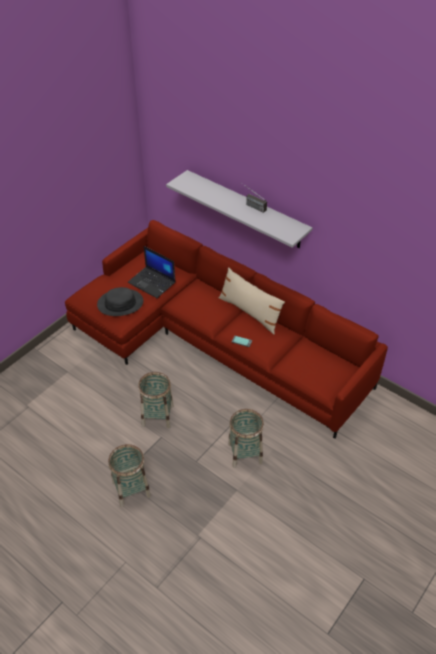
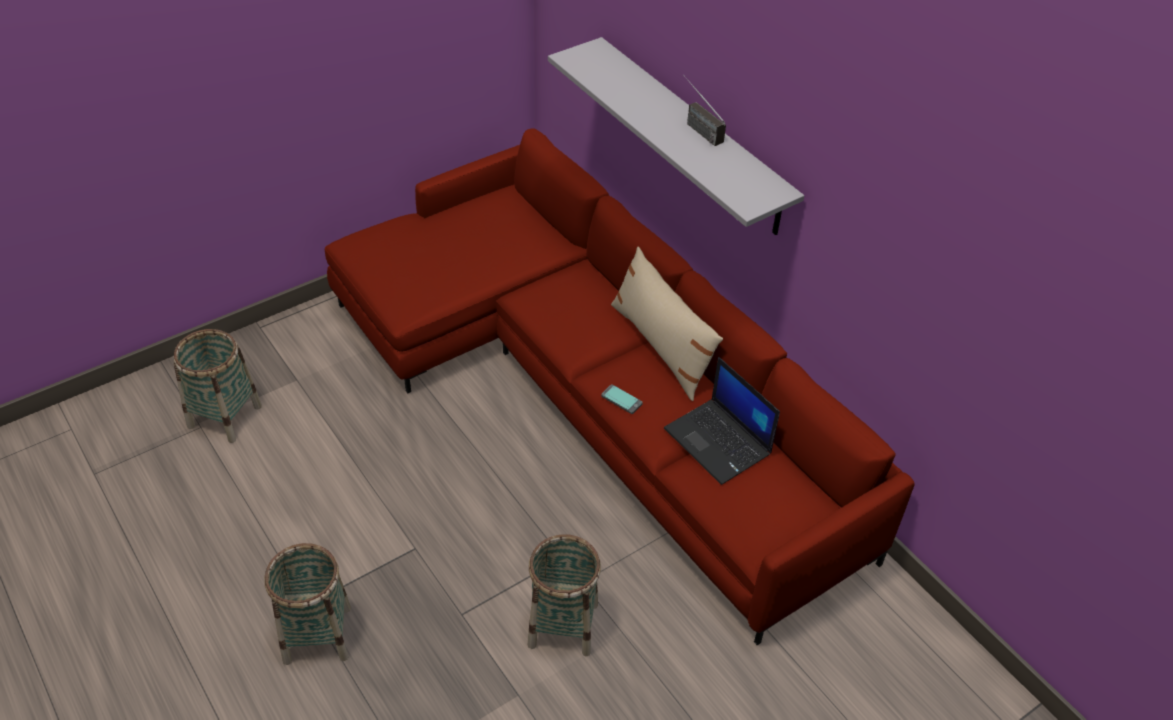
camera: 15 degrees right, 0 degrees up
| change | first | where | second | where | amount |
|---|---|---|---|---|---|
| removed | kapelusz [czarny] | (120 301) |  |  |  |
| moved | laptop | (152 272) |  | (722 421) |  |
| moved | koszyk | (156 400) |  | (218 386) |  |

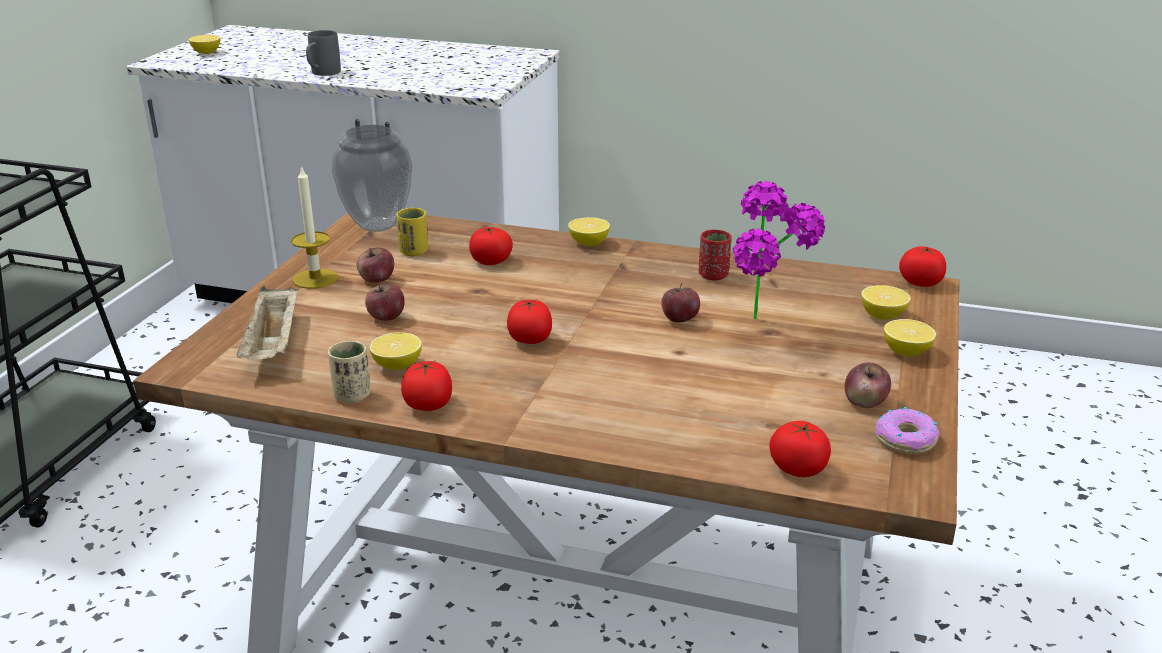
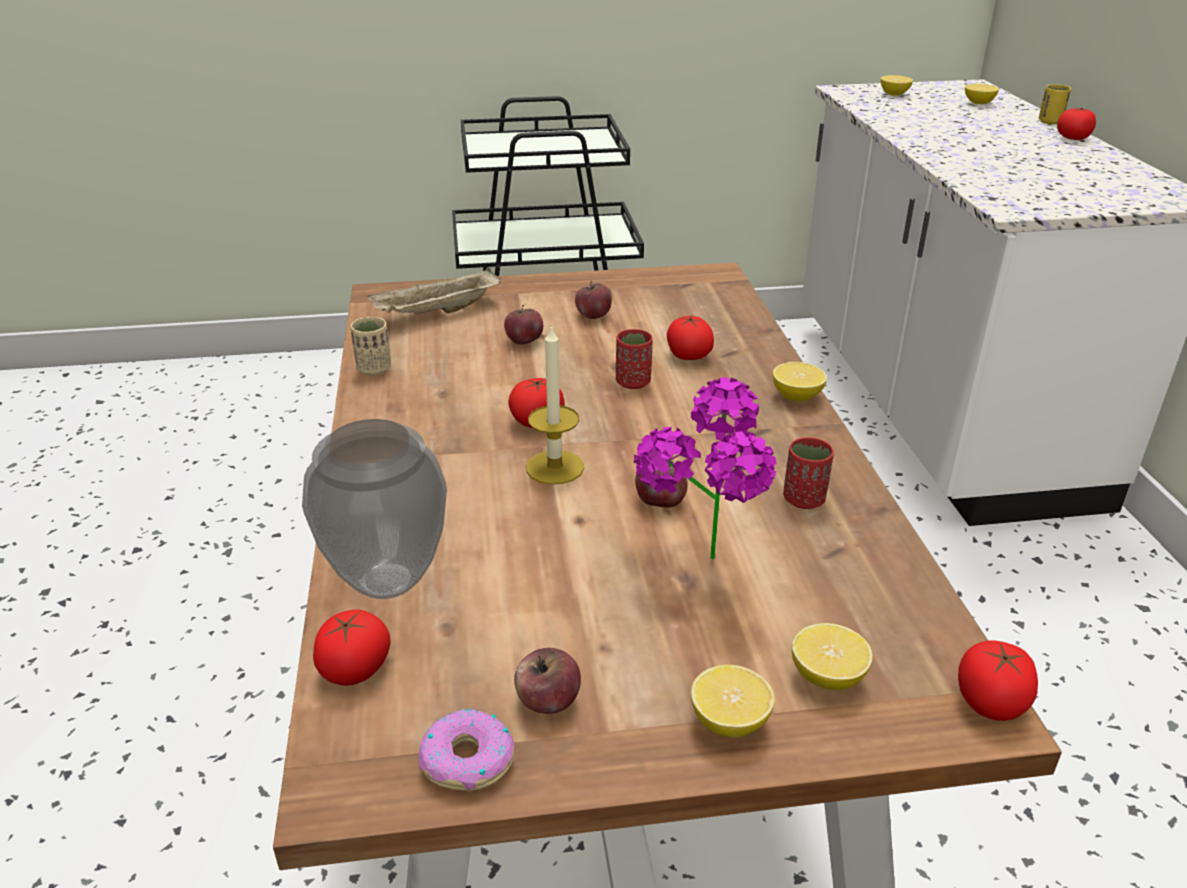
camera: 65 degrees right, 5 degrees up
| change | first | where | second | where | amount |
|---|---|---|---|---|---|
| removed | kubek [szary] | (323 53) |  |  |  |
| added |  |  | filiżanka [czerwony] | (634 359) |  |
| moved | świeca | (314 227) |  | (555 404) |  |
| moved | wazon | (372 178) |  | (374 509) |  |
| moved | cytryna | (395 351) |  | (982 94) |  |
| moved | filiżanka [żółty] | (412 232) |  | (1055 104) |  |
| moved | pomidor | (426 385) |  | (1076 124) |  |

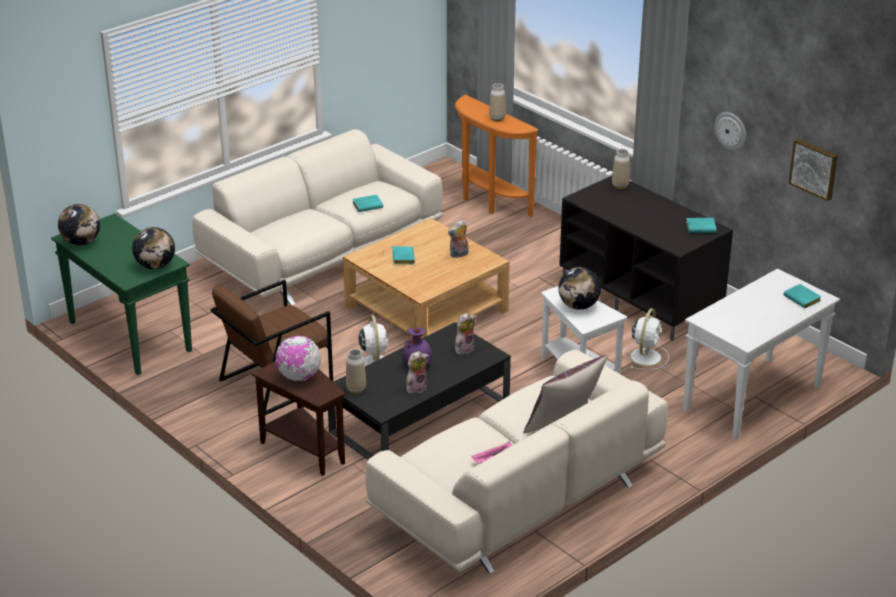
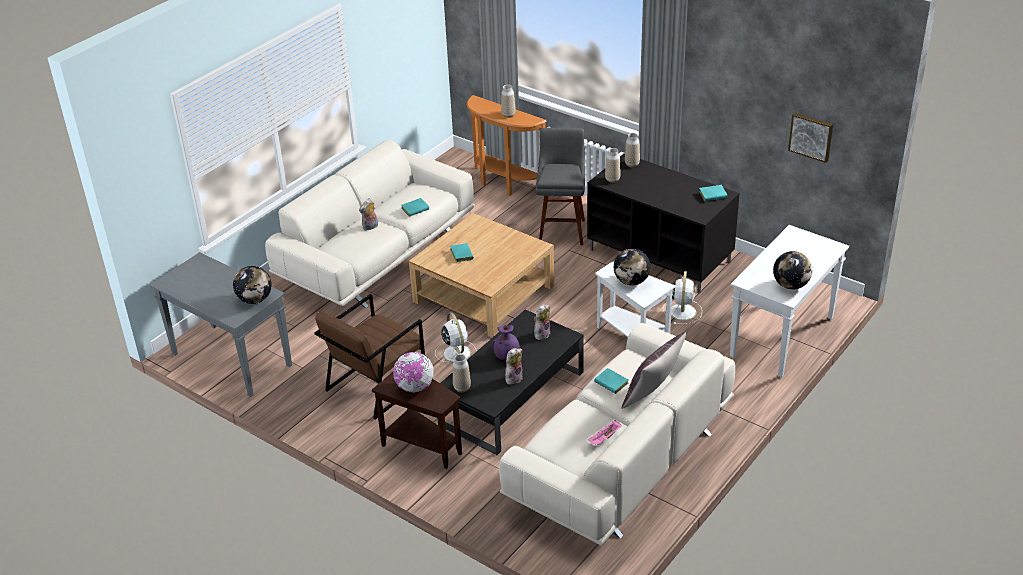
camera: 10 degrees left, 5 degrees up
| change | first | where | second | where | amount |
|---|---|---|---|---|---|
| removed | zegar ścienny | (730 131) |  |  |  |
| added |  |  | stołek [szary] | (560 186) |  |
| added |  |  | wazon | (613 165) |  |
| moved | globus | (79 224) |  | (792 270) |  |
| moved | pluszak | (458 239) |  | (368 214) |  |
| moved | książka [turkusowy] | (802 296) |  | (611 381) |  |
| recoloured | stolik konsolowy [zielony] | (121 294) | stolik konsolowy [szary] | (221 324) |  |

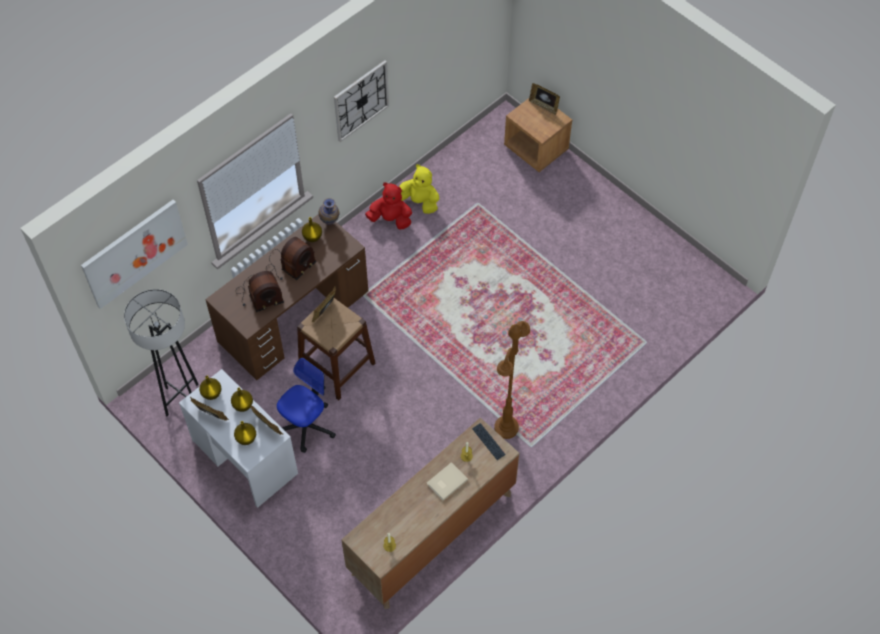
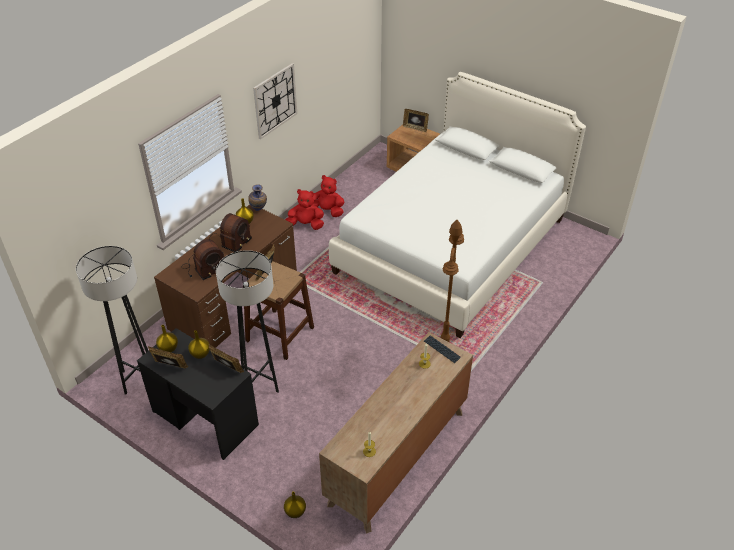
camera: 10 degrees left, 15 degrees down
| change | first | where | second | where | amount |
|---|---|---|---|---|---|
| removed | obraz | (134 254) |  |  |  |
| removed | książka [beżowy] | (447 481) |  |  |  |
| added |  |  | łóżko [biały] | (457 205) |  |
| moved | wazon [żółty] | (245 433) |  | (295 505) |  |
| replaced | krzesło biurowe | (306 405) | lampa stojąca [szary] | (247 321) |  |
| recoloured | biurko [biały] | (238 438) | biurko [czarny] | (198 394) |  |
| recoloured | pluszak [żółty] | (419 189) | pluszak [czerwony] | (329 196) |  |

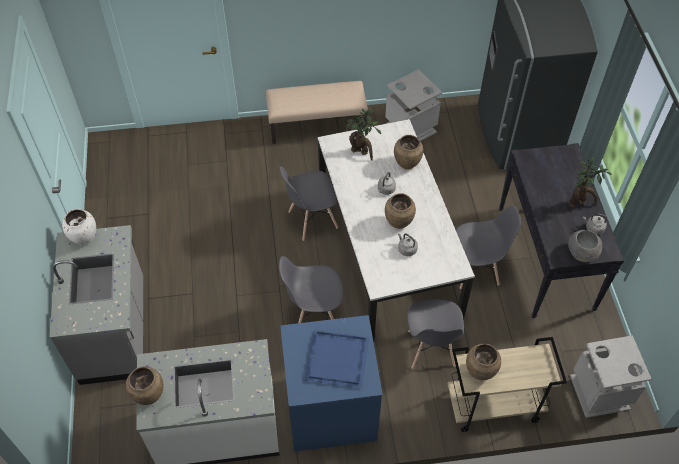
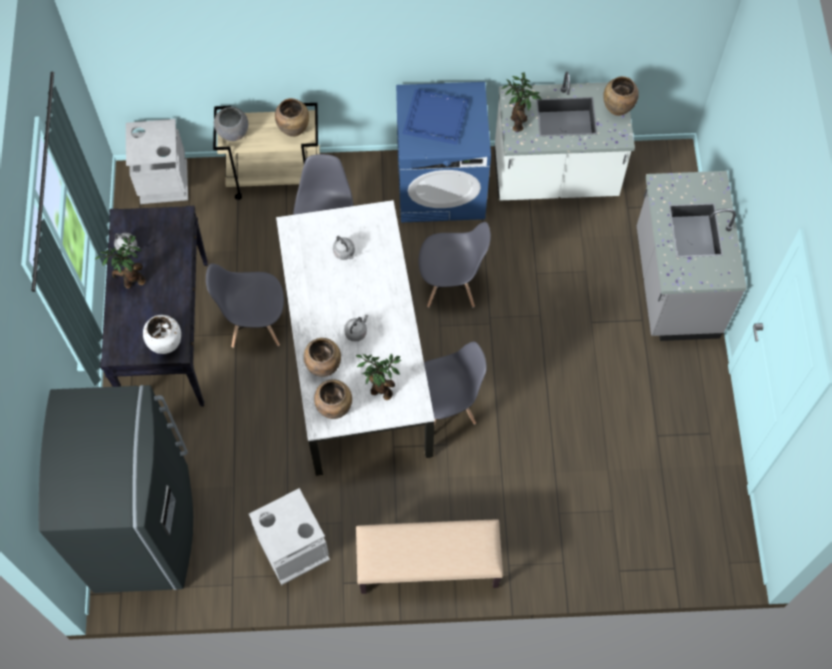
camera: 175 degrees left, 10 degrees up
| change | first | where | second | where | amount |
|---|---|---|---|---|---|
| added |  |  | roślina doniczkowa | (522 102) |  |
| moved | wazon [biały] | (79 227) |  | (162 334) |  |
| moved | wazon [brązowy] | (400 211) |  | (333 399) |  |
| moved | miska [szary] | (585 246) |  | (231 124) |  |

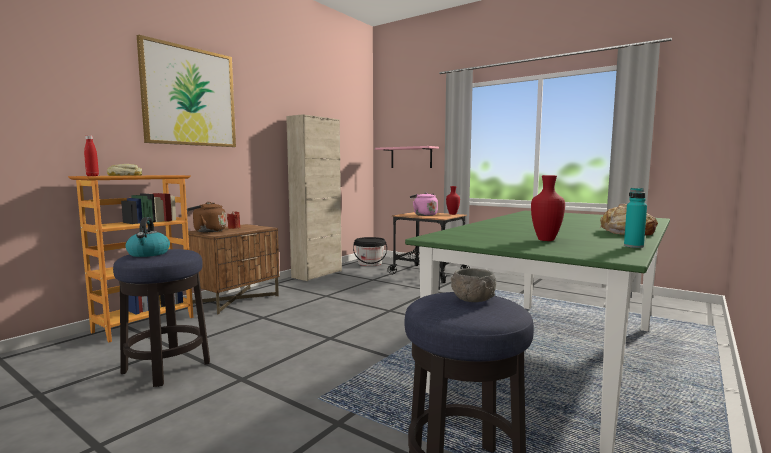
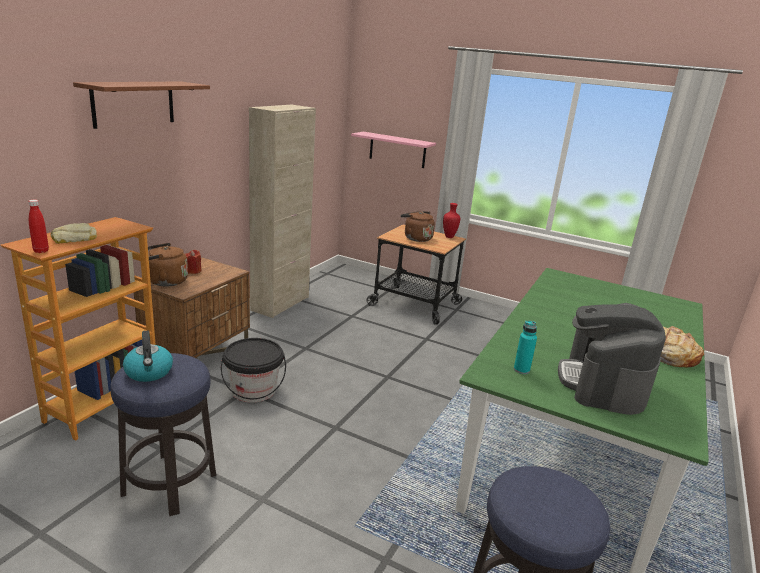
camera: 10 degrees left, 15 degrees up
| change | first | where | second | where | amount |
|---|---|---|---|---|---|
| removed | miska [szary] | (473 285) |  |  |  |
| moved | wiadro [czarny] | (370 251) |  | (253 370) |  |
| moved | butelka [turkusowy] | (635 218) |  | (525 347) |  |
| replaced | obraz | (186 91) | półka [brązowy] | (141 105) |  |
| replaced | wazon [czerwony] | (548 208) | ekspres do kawy | (612 359) |  |
| recoloured | czajnik [różowy] | (424 204) | czajnik [brązowy] | (418 226) |  |

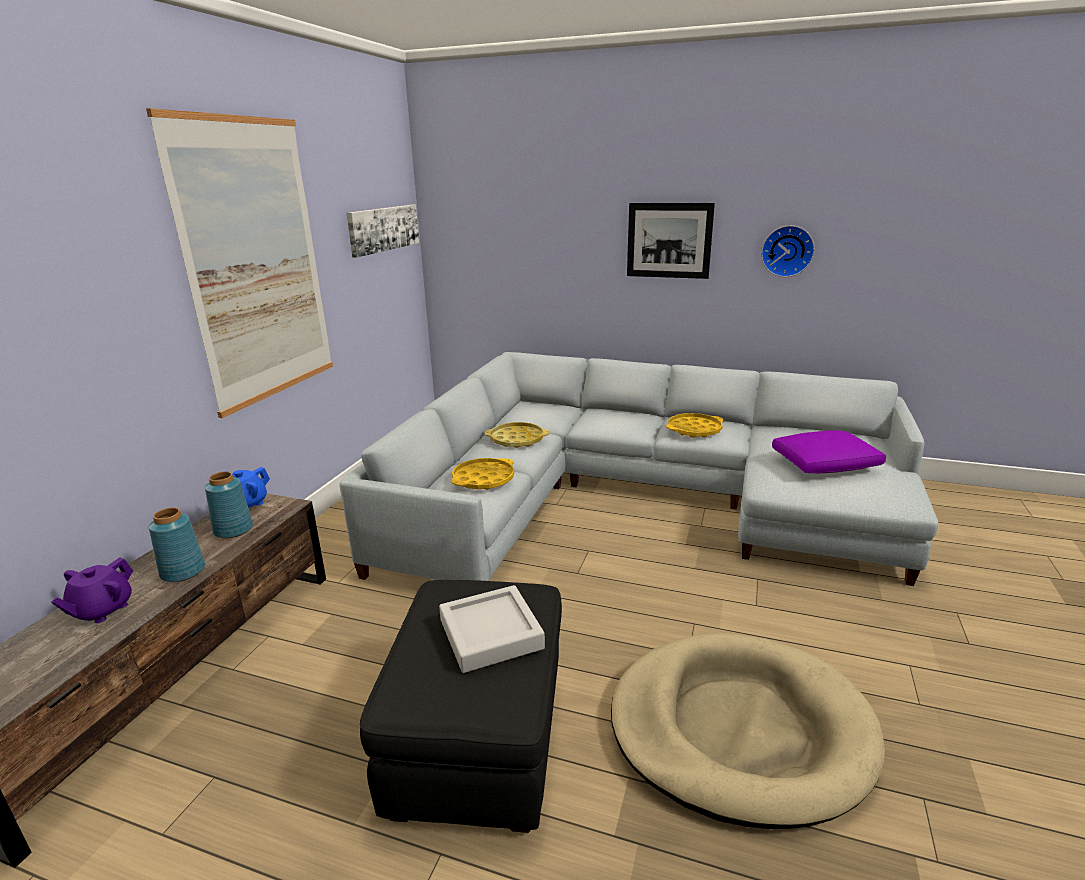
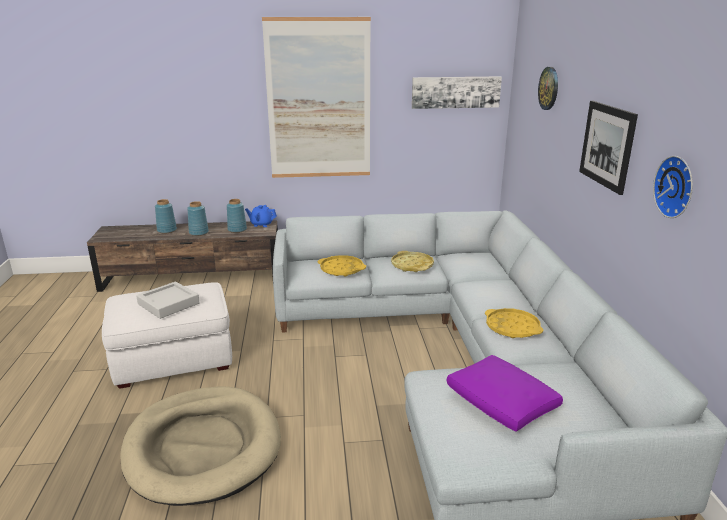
camera: 65 degrees right, 0 degrees up
| change | first | where | second | where | amount |
|---|---|---|---|---|---|
| added |  |  | zegar ścienny | (548 88) |  |
| replaced | imbryk [fioletowy] | (92 590) | wazon [niebieski] | (166 216) |  |
| recoloured | pufa [czarny] | (461 706) | pufa [biały] | (167 335) |  |

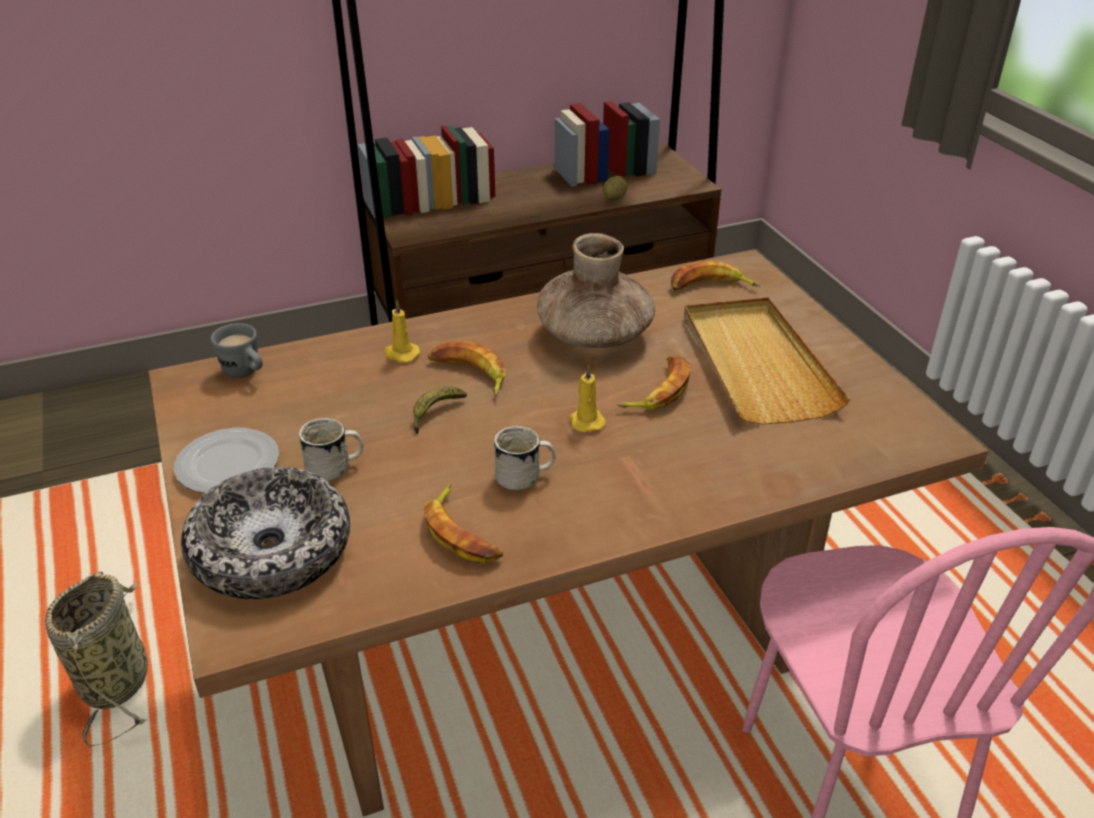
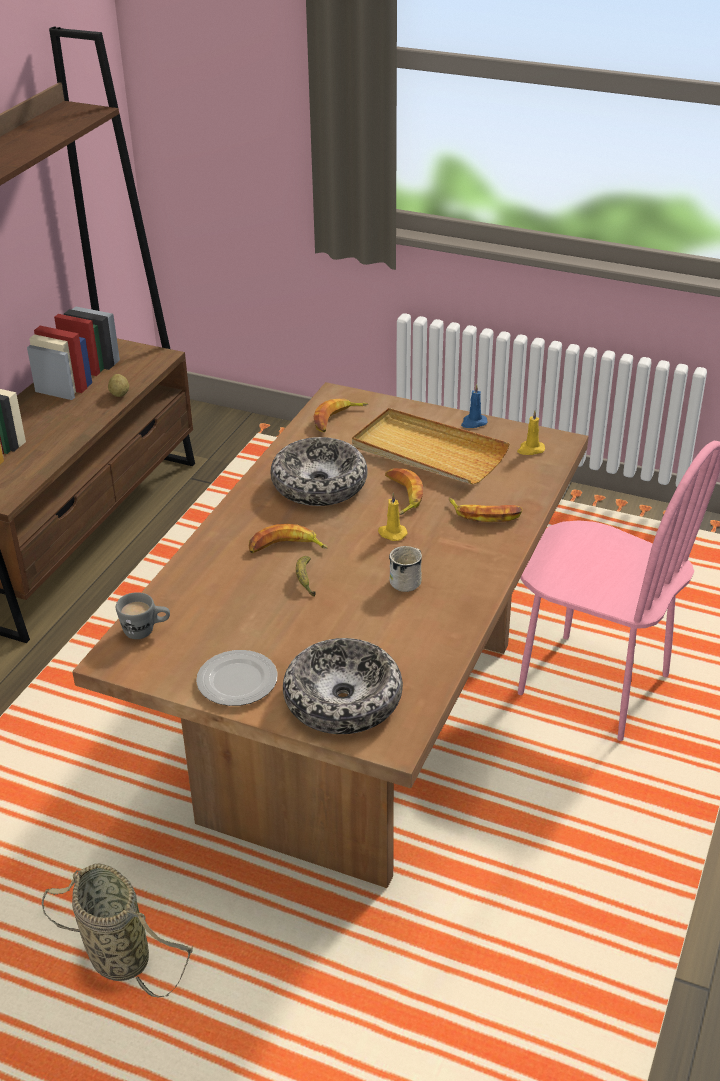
camera: 45 degrees left, 0 degrees up
| change | first | where | second | where | amount |
|---|---|---|---|---|---|
| removed | kubek [biały] | (331 449) |  |  |  |
| added |  |  | świeca [niebieski] | (474 406) |  |
| moved | świeca [żółty] | (402 332) |  | (531 432) |  |
| moved | banan | (463 523) |  | (485 509) |  |
| replaced | wazon [brązowy] | (596 290) | miska | (319 471) |  |

